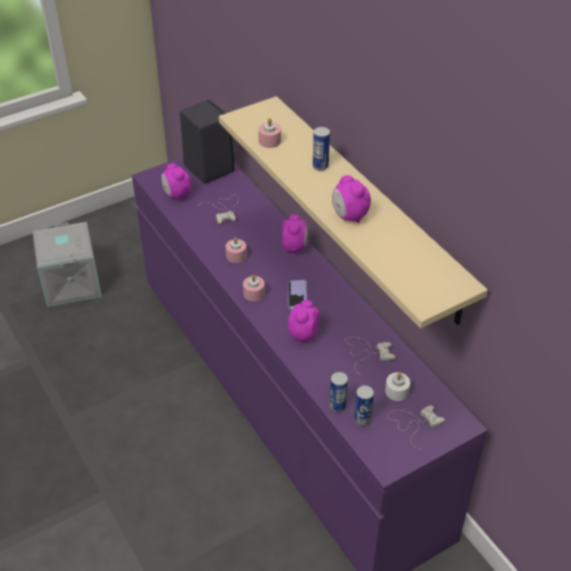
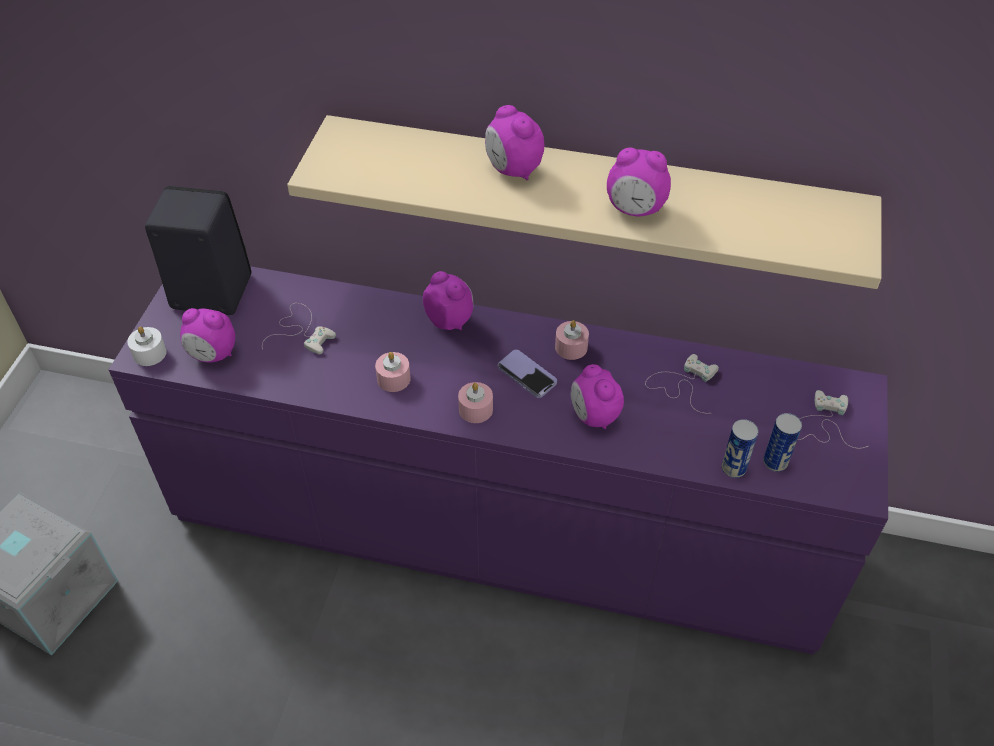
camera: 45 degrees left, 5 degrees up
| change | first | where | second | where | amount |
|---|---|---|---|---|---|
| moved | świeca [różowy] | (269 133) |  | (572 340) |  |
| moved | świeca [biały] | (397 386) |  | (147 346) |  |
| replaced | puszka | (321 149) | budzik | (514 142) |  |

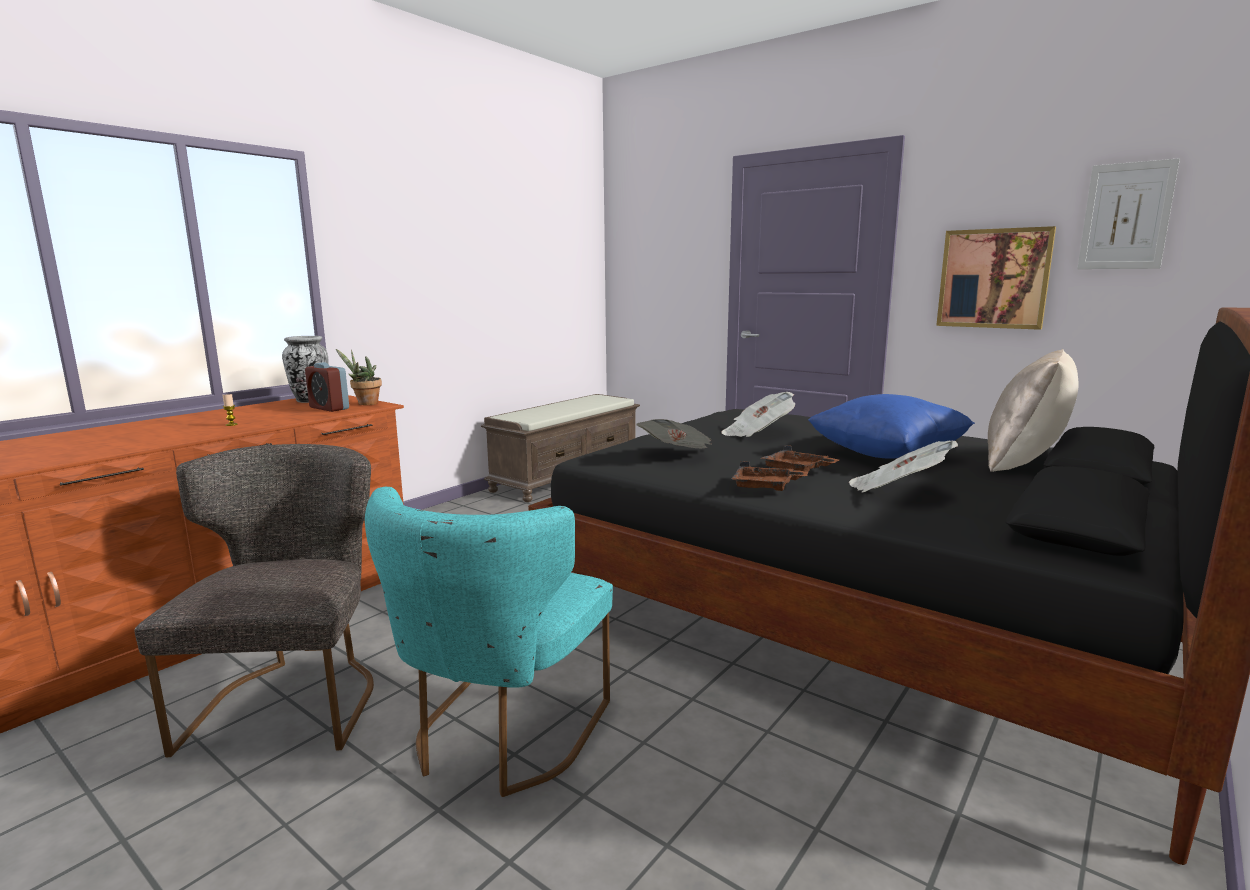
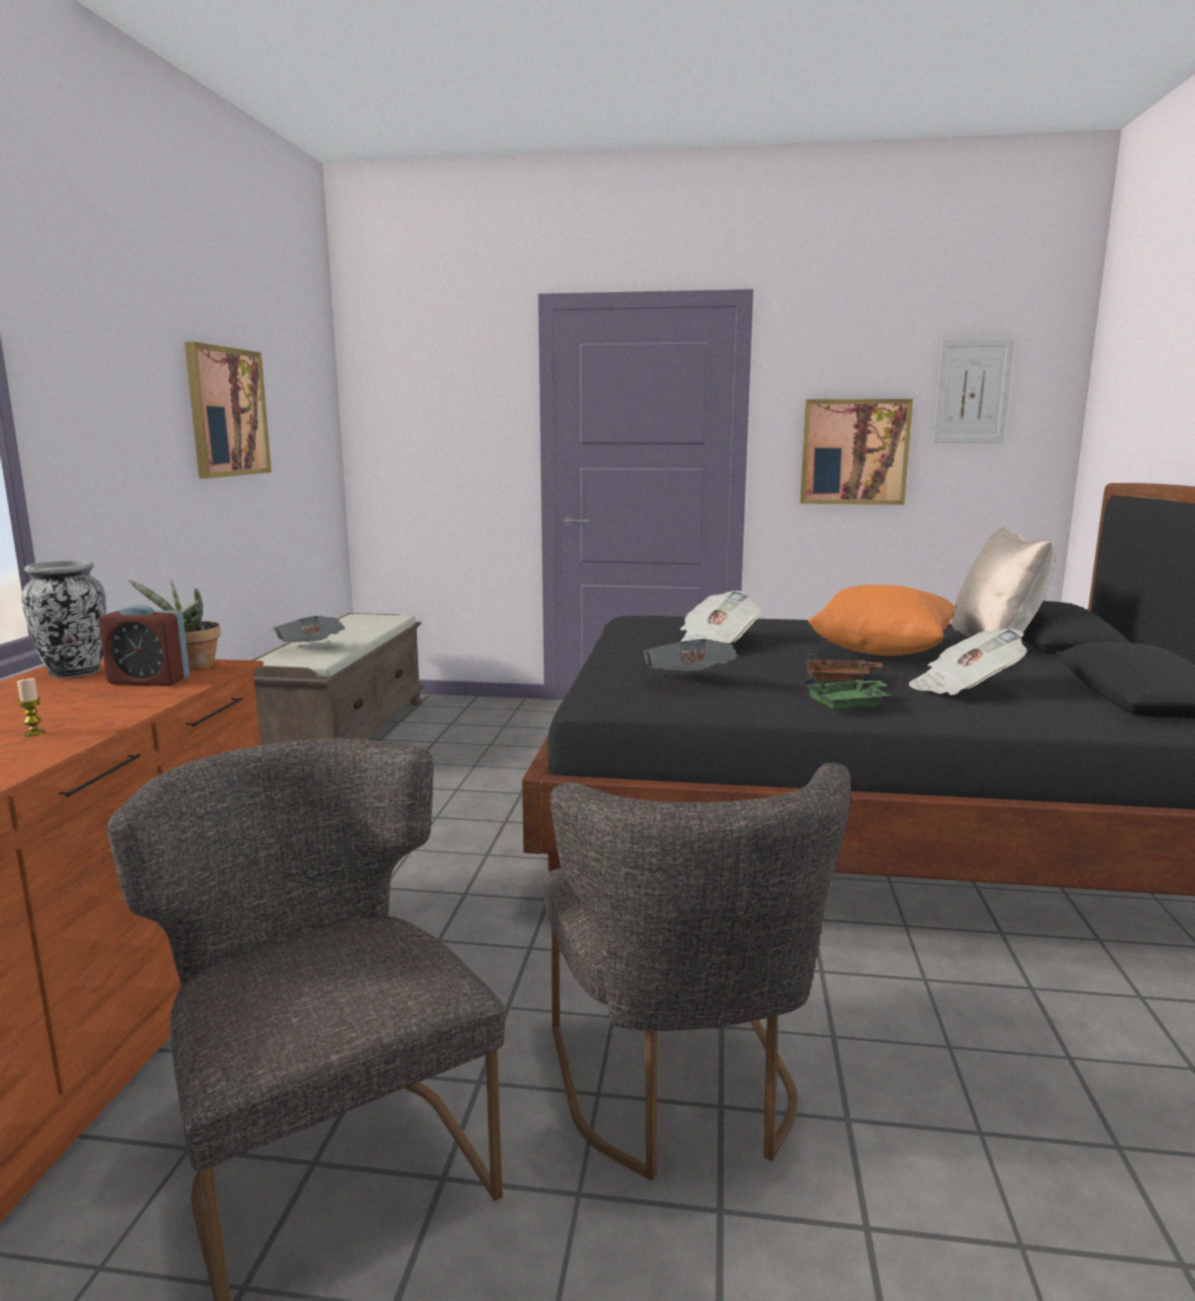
camera: 30 degrees left, 0 degrees up
| change | first | where | second | where | amount |
|---|---|---|---|---|---|
| added |  |  | obraz | (228 410) |  |
| added |  |  | gazeta | (309 629) |  |
| recoloured | krzesło [turkusowy] | (489 642) | krzesło [szary] | (697 972) |  |
| recoloured | taca [brązowy] | (770 476) | taca [zielony] | (847 693) |  |
| recoloured | poduszka [niebieski] | (891 426) | poduszka [pomarańczowy] | (882 620) |  |

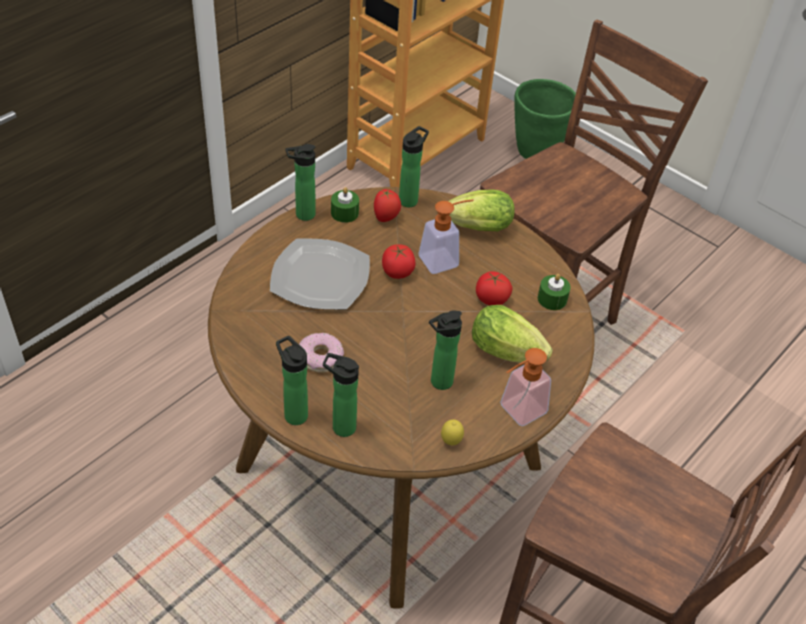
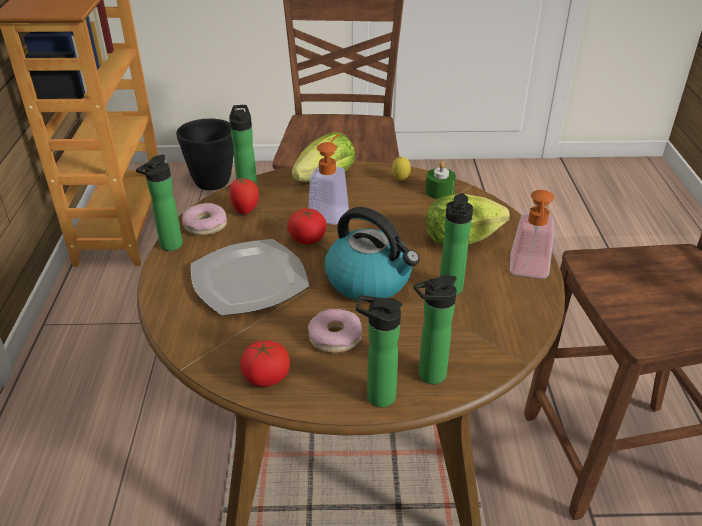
camera: 40 degrees left, 10 degrees down
| change | first | where | second | where | amount |
|---|---|---|---|---|---|
| added |  |  | czajnik | (372 254) |  |
| moved | cytryna | (452 432) |  | (401 168) |  |
| moved | pomidor | (494 288) |  | (265 363) |  |
| replaced | świeca [zielony] | (345 205) | donut | (204 219) |  |
| recoloured | donica [zielony] | (545 119) | donica [czarny] | (205 154) |  |

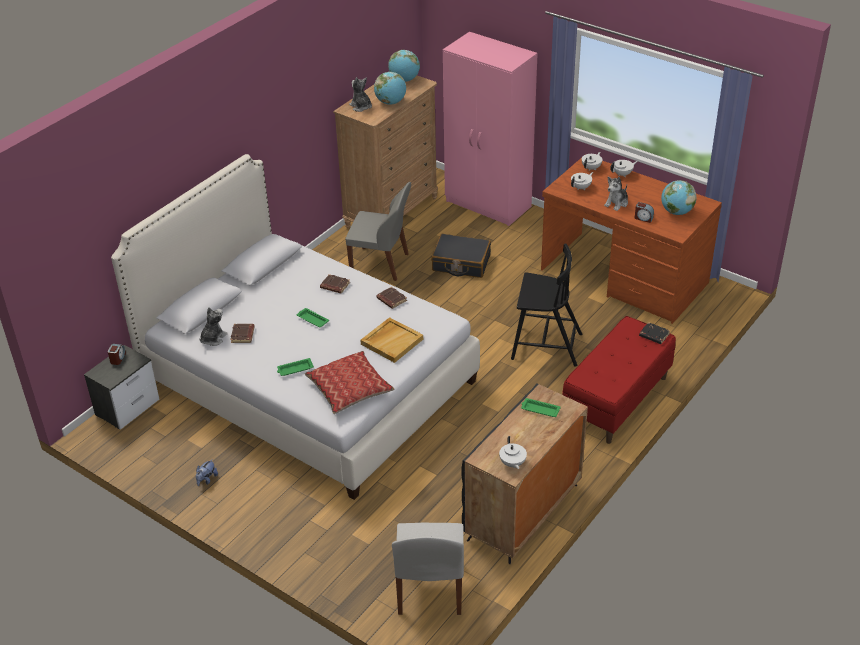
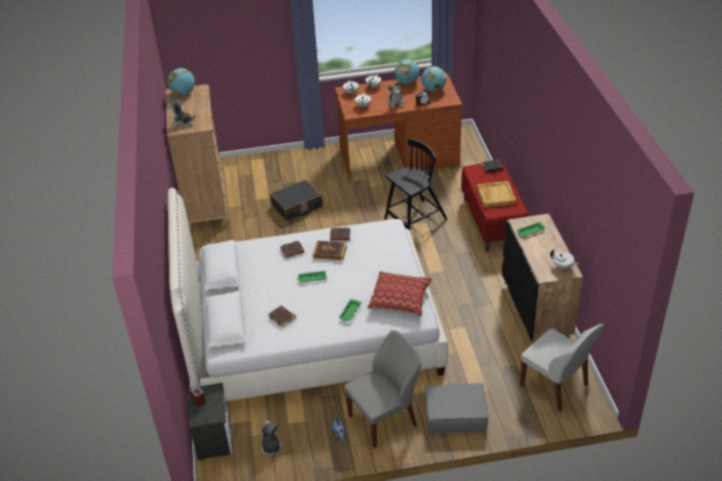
camera: 45 degrees left, 0 degrees up
| change | first | where | second | where | amount |
|---|---|---|---|---|---|
| removed | szafa [różowy] | (490 129) |  |  |  |
| added |  |  | książka | (330 250) |  |
| added |  |  | walizka [szary] | (456 408) |  |
| moved | pluszak | (213 326) |  | (271 438) |  |
| moved | krzesło [szary] | (378 231) |  | (382 389) |  |
| moved | taca [beżowy] | (391 340) |  | (496 194) |  |
| moved | globus | (390 88) |  | (407 72) |  |

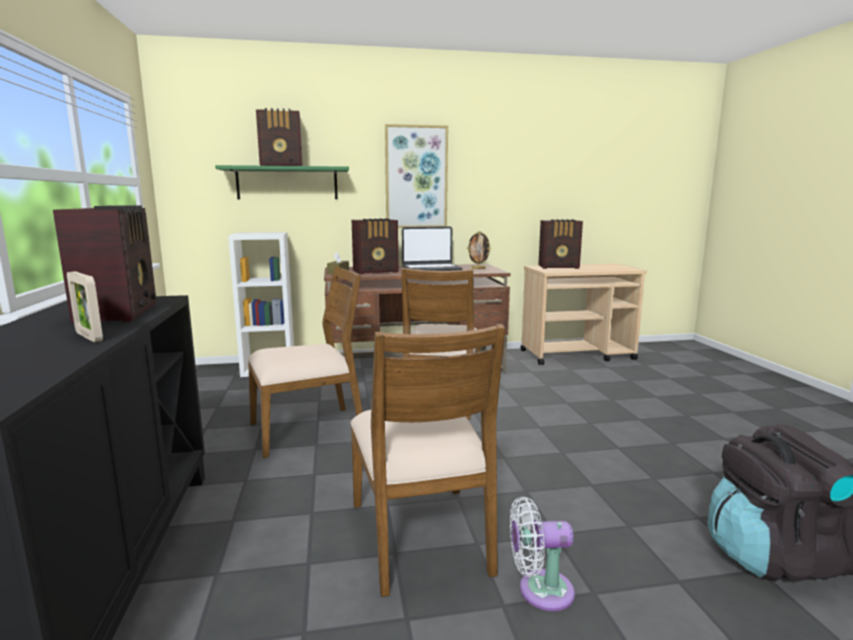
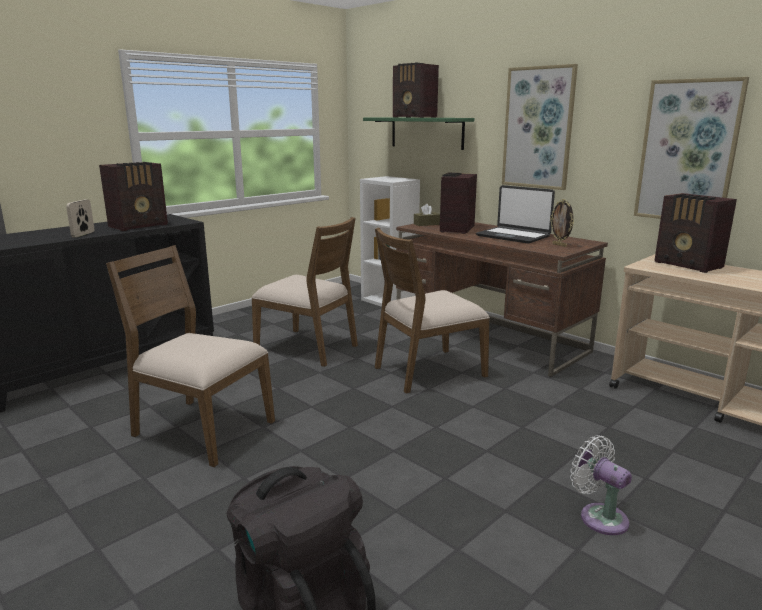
camera: 55 degrees right, 5 degrees up
| change | first | where | second | where | amount |
|---|---|---|---|---|---|
| added |  |  | obraz | (691 148) |  |
| moved | wentylator [biały] | (542 554) |  | (601 485) |  |
| turned | krzesło [brązowy] | (427 460) |  | (190 356) | 75 degrees clockwise |
| turned | radio | (375 246) |  | (458 203) | 75 degrees clockwise |

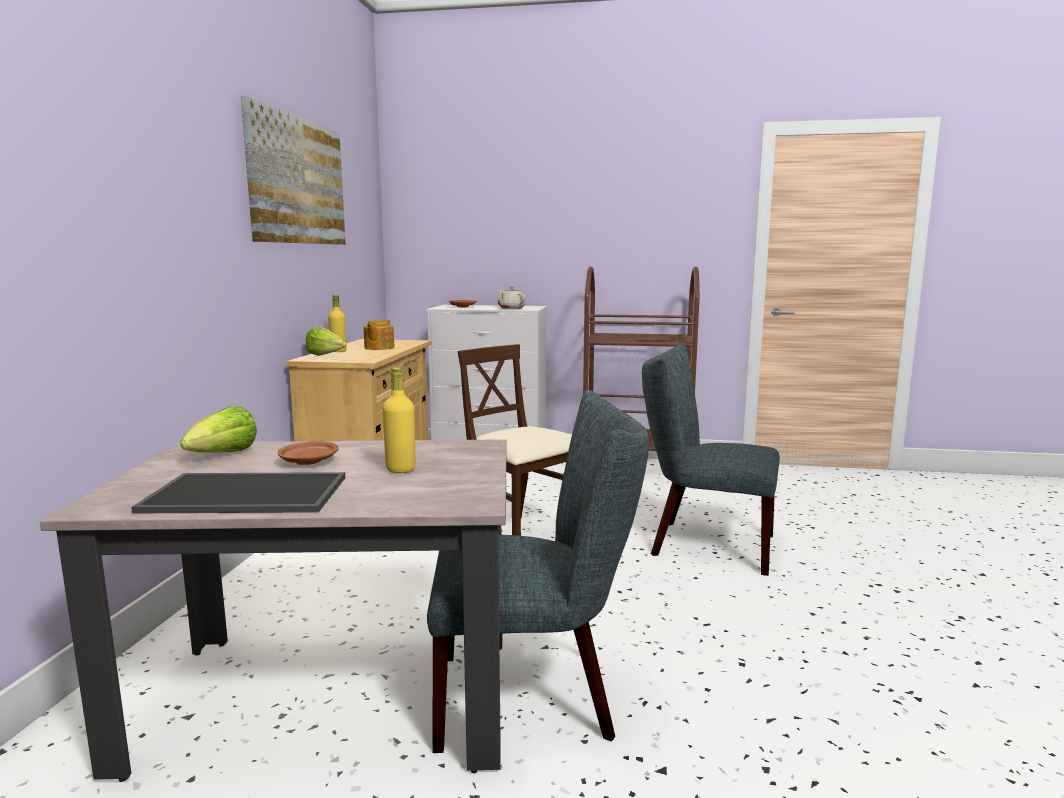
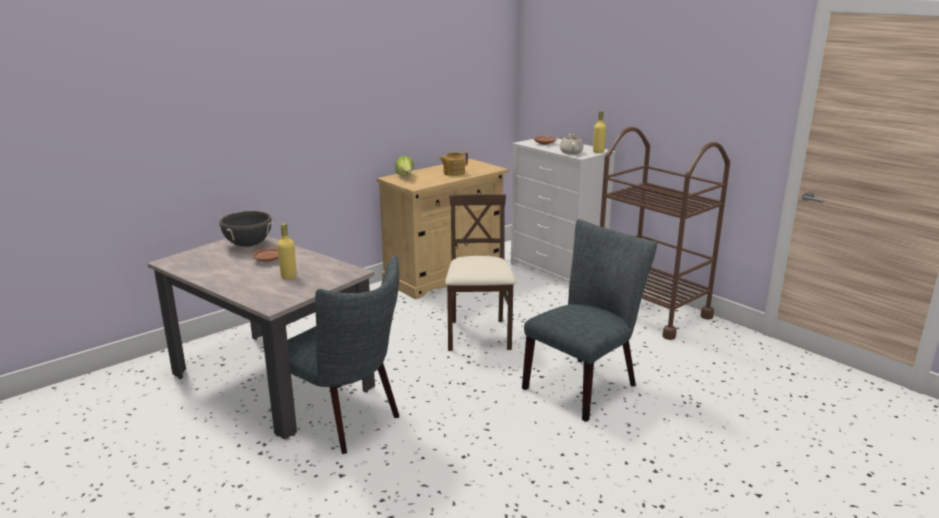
camera: 40 degrees right, 10 degrees up
| change | first | where | second | where | amount |
|---|---|---|---|---|---|
| removed | taca | (238 492) |  |  |  |
| removed | obraz | (293 170) |  |  |  |
| moved | butelka [żółty] | (337 323) |  | (599 132) |  |
| replaced | sałata | (218 429) | garnek [czarny] | (245 228) |  |
| turned | krzesło [szary] | (711 460) |  | (589 320) | 75 degrees clockwise |

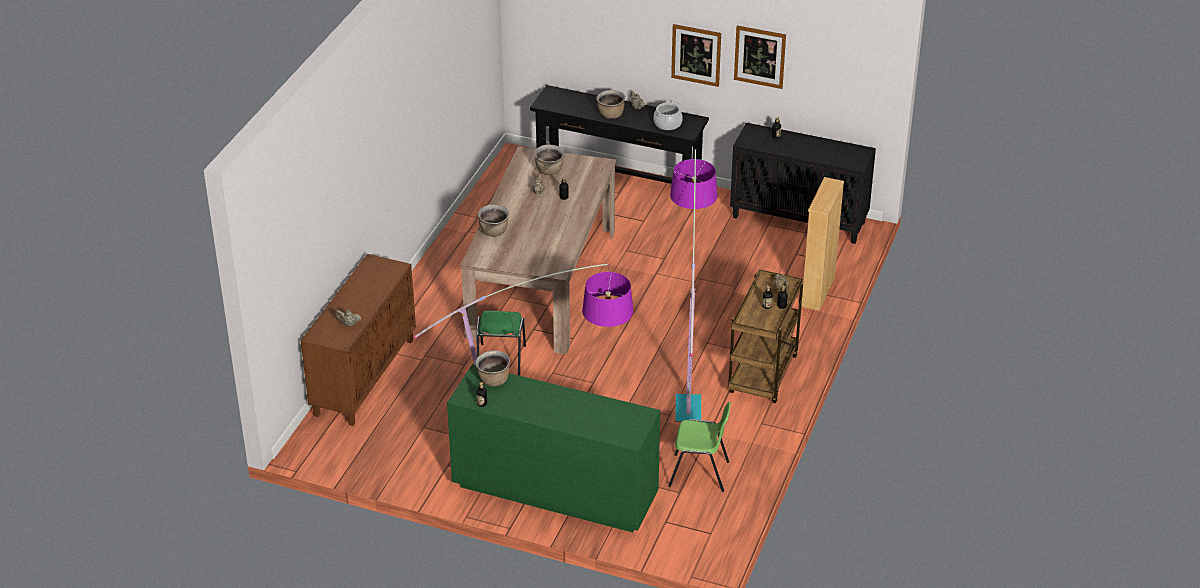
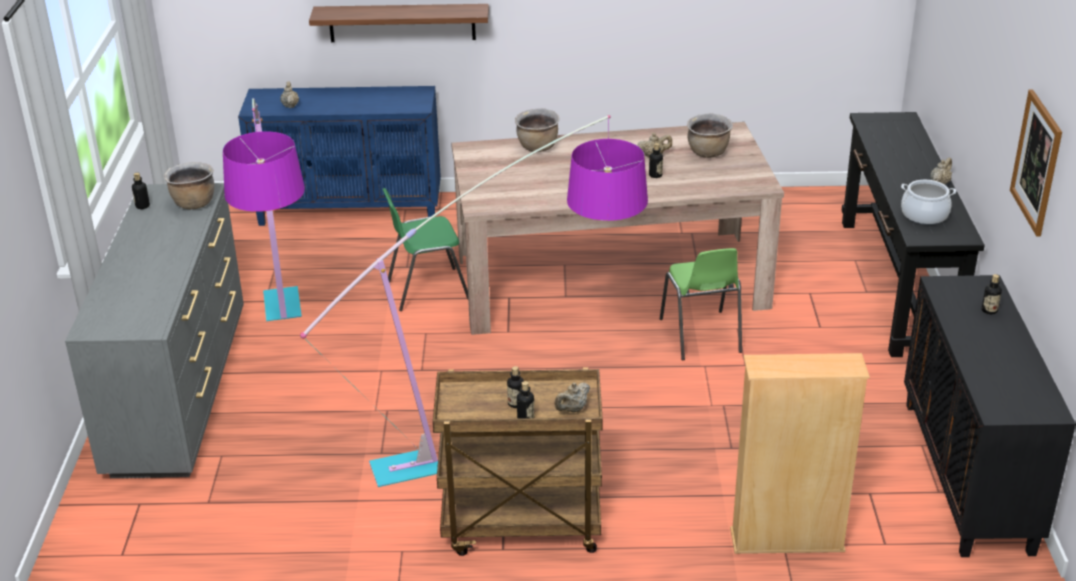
camera: 70 degrees right, 5 degrees down
| change | first | where | second | where | amount |
|---|---|---|---|---|---|
| removed | garnek [brązowy] | (610 104) |  |  |  |
| removed | obraz | (696 55) |  |  |  |
| added |  |  | półka | (399 23) |  |
| moved | krzesło [zielony] | (699 447) |  | (701 304) |  |
| recoloured | szafka [brązowy] | (358 340) | szafka [niebieski] | (339 156) |  |
| recoloured | komoda [zielony] | (553 448) | komoda [szary] | (154 330) |  |

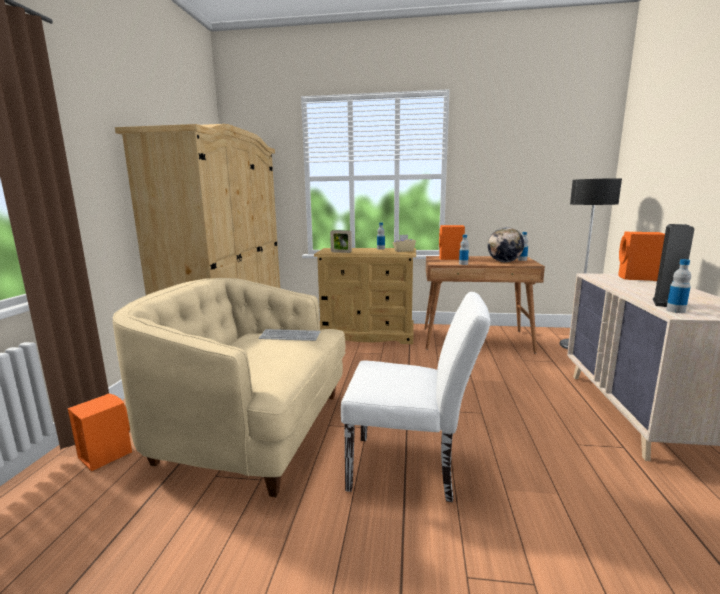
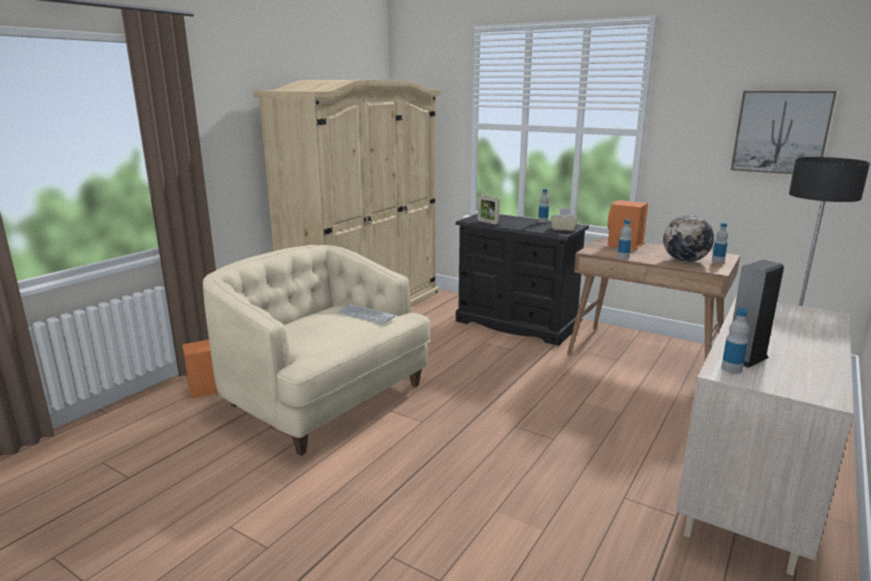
camera: 25 degrees right, 5 degrees up
| change | first | where | second | where | amount |
|---|---|---|---|---|---|
| removed | krzesło [biały] | (415 397) |  |  |  |
| removed | głośnik [pomarańczowy] | (641 256) |  |  |  |
| added |  |  | obraz | (784 132) |  |
| recoloured | komoda [beżowy] | (365 296) | komoda [czarny] | (522 280) |  |

